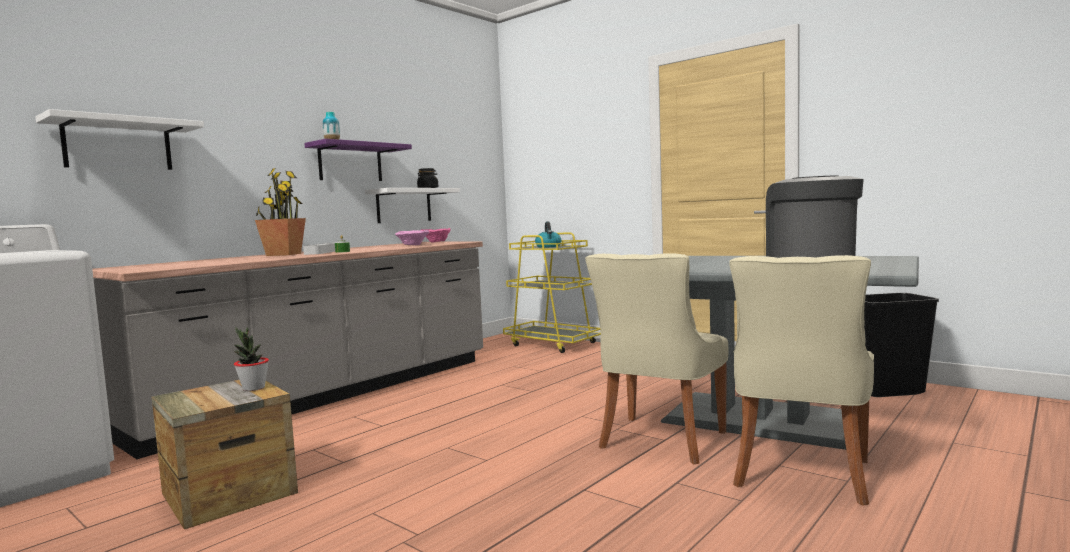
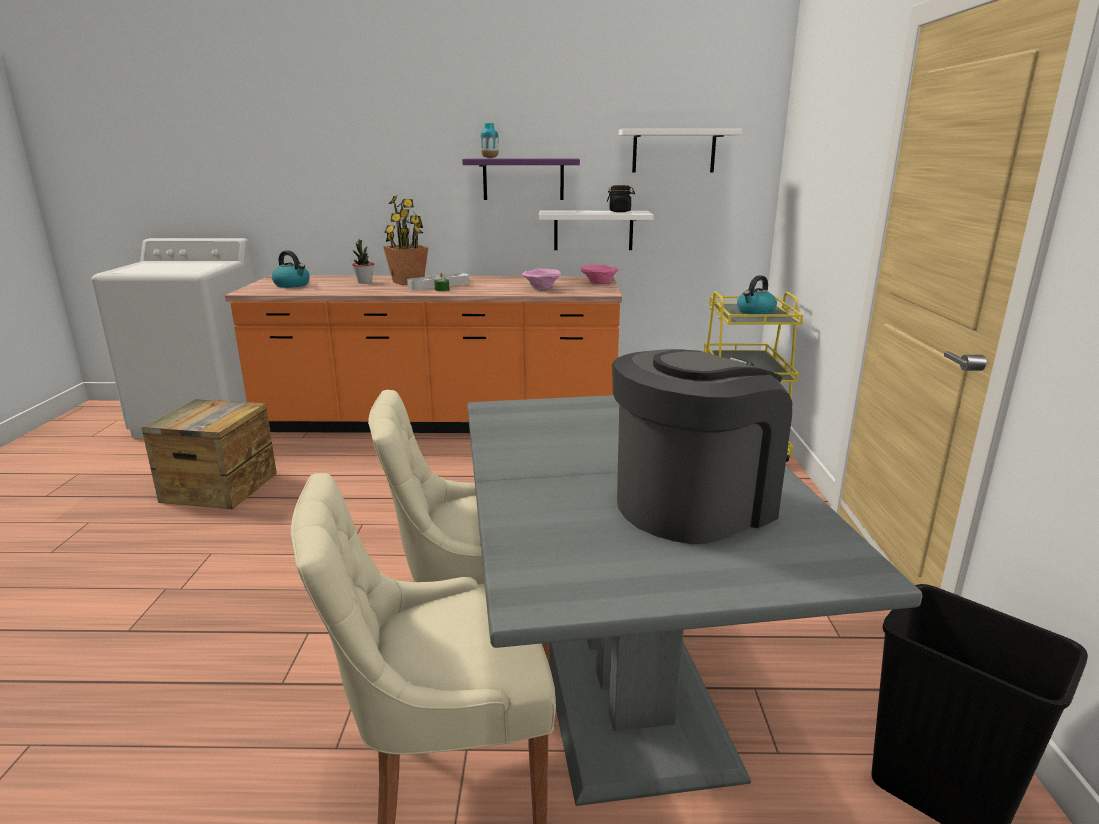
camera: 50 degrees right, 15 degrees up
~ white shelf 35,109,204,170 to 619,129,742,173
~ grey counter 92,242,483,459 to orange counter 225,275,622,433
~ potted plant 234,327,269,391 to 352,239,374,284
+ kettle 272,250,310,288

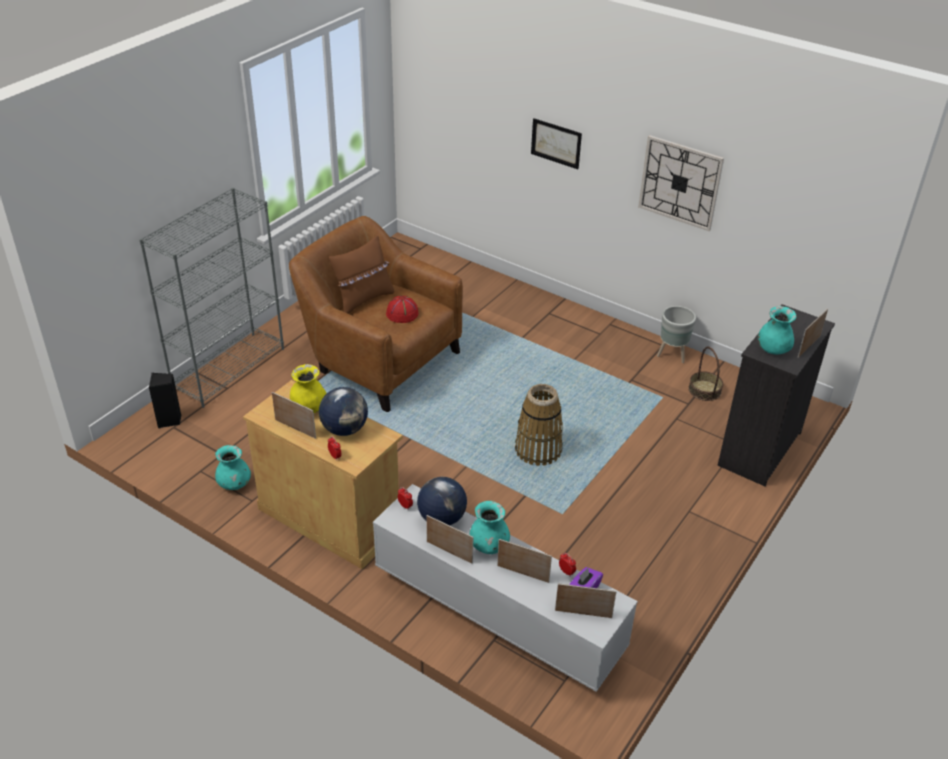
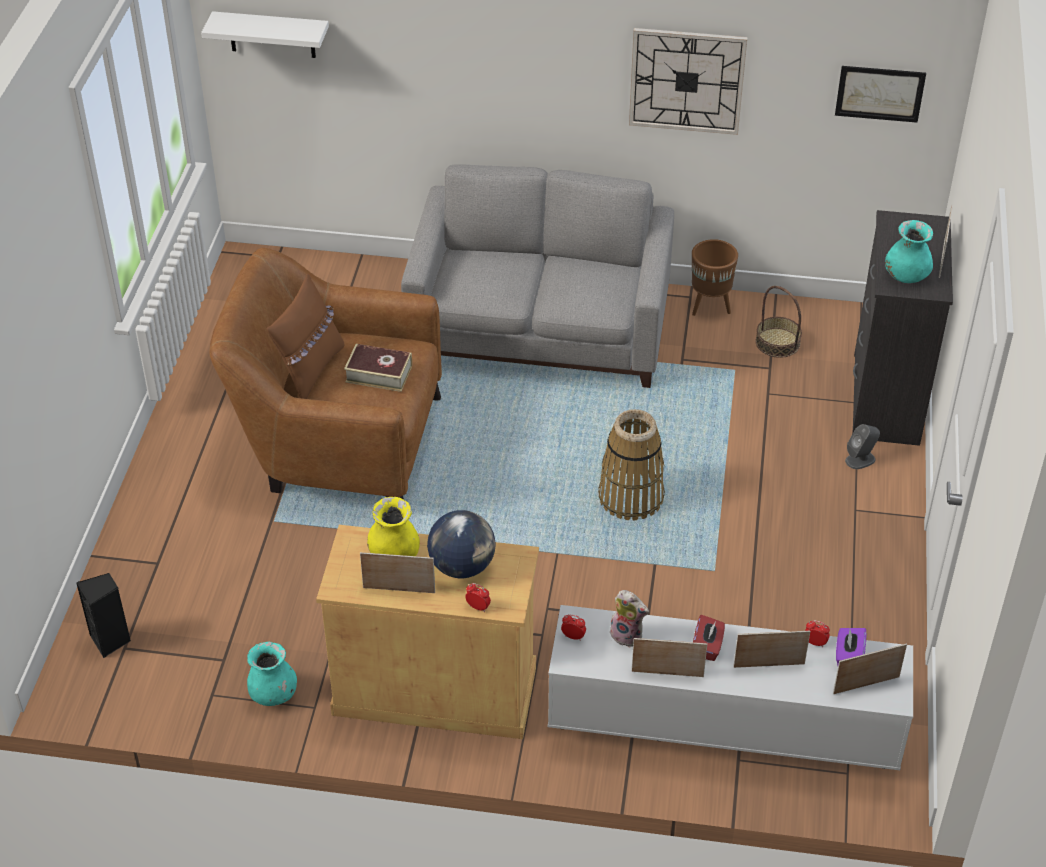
camera: 25 degrees left, 5 degrees up
- grey bookcase 139,188,284,408
~ red hat 386,296,419,323 to book 344,344,412,392
~ globe 417,477,467,525 to plush toy 610,590,649,648
~ turquoise vase 469,501,510,554 to red tissue box 693,615,725,661
~ picture 531,118,582,169 to 835,66,926,123
~ grey planter 657,306,696,363 to brown planter 692,239,738,316
+ white shelf 201,11,329,58
+ grey sofa 401,164,674,388
+ grey speaker 845,424,880,469

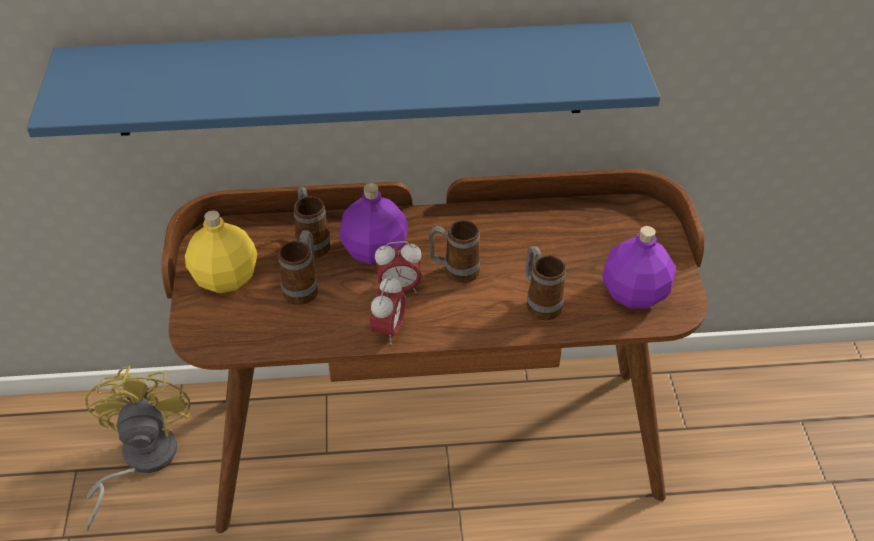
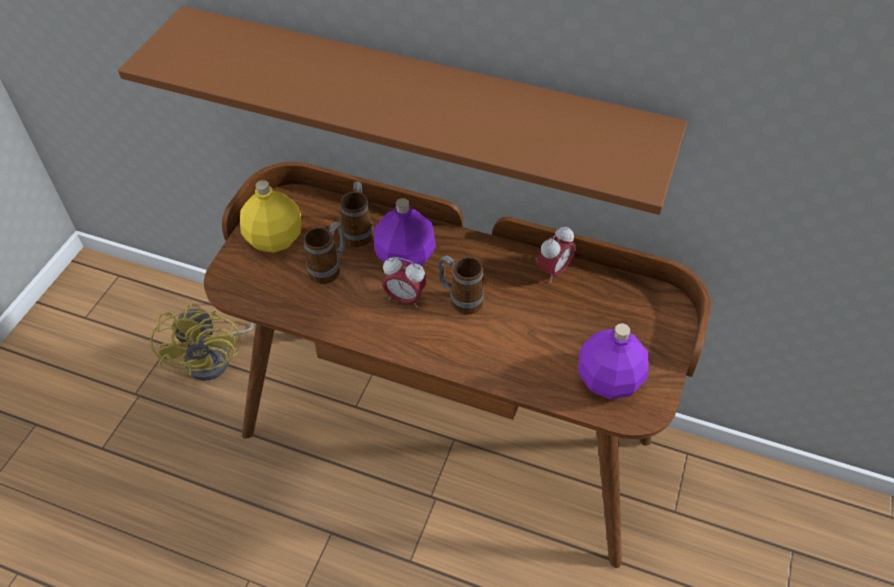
camera: 25 degrees right, 5 degrees up
~ blue shelf 27,22,660,137 to brown shelf 118,6,687,215
~ yellow fan 85,366,190,531 = 150,303,254,381 150 degrees clockwise
~ alarm clock 370,275,406,344 to 537,226,576,283
- mug 526,246,566,320

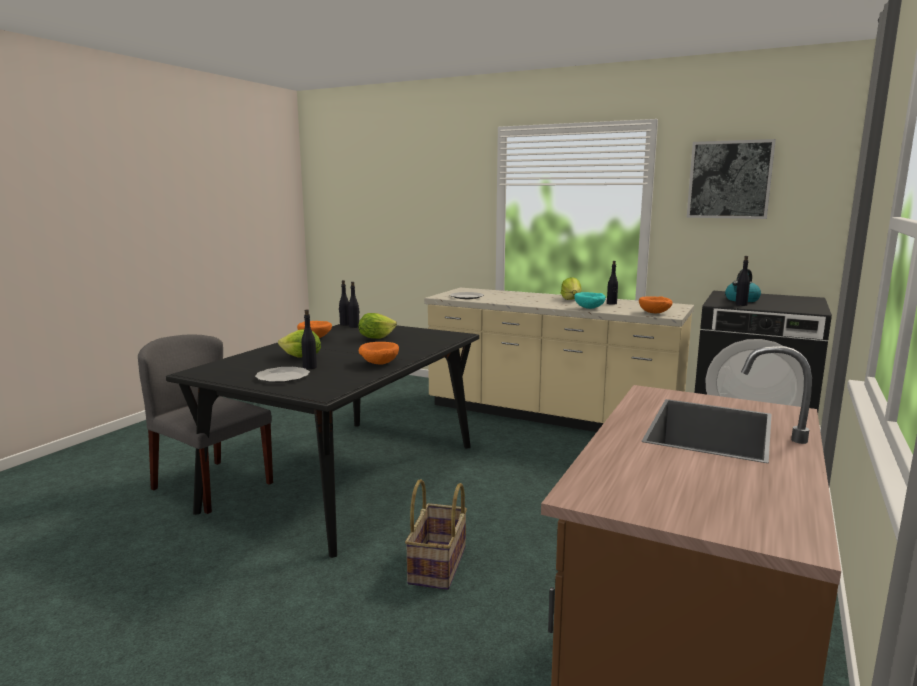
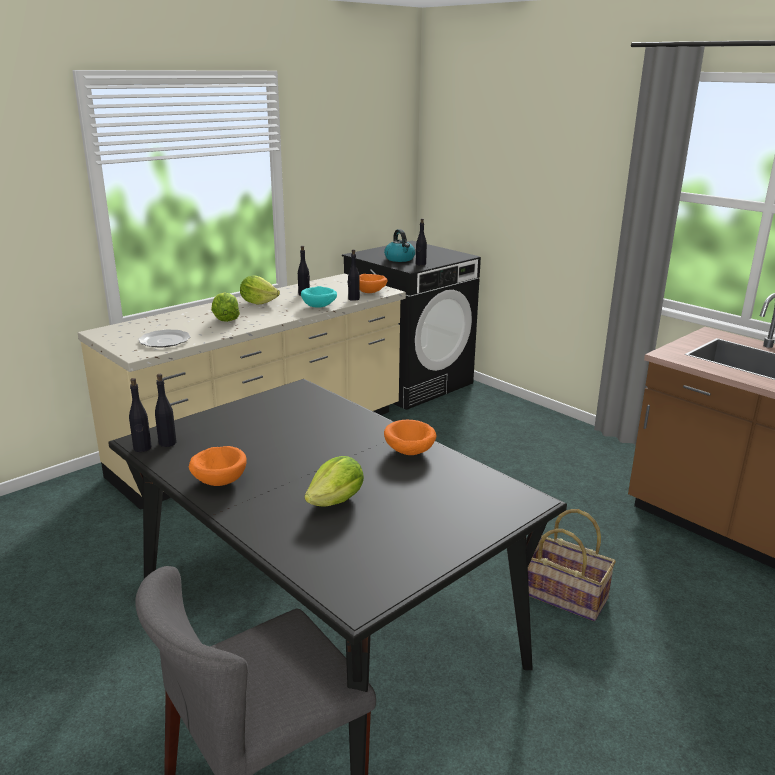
camera: 70 degrees left, 10 degrees up
- plate 255,367,310,383
~ black bottle 301,309,317,369 to 348,249,360,301
~ lettuce 358,313,397,339 to 211,293,240,322
- picture 687,139,776,219

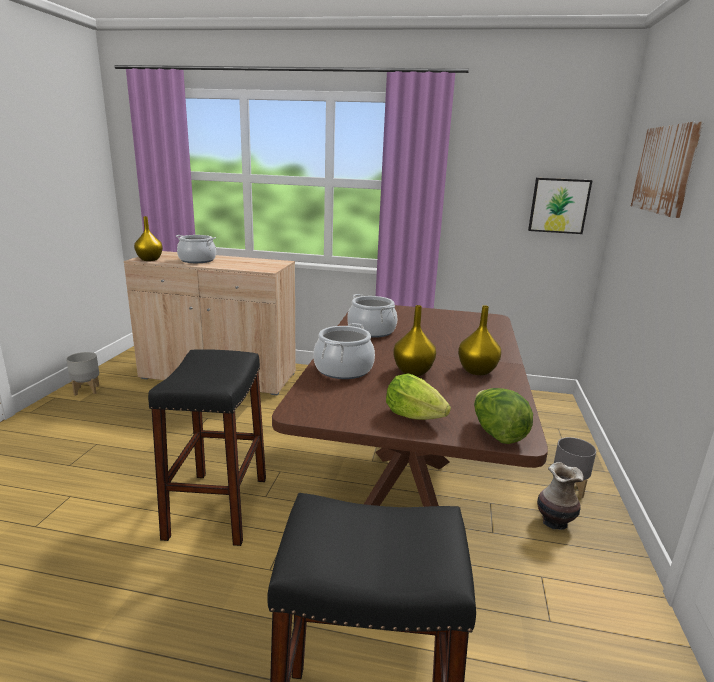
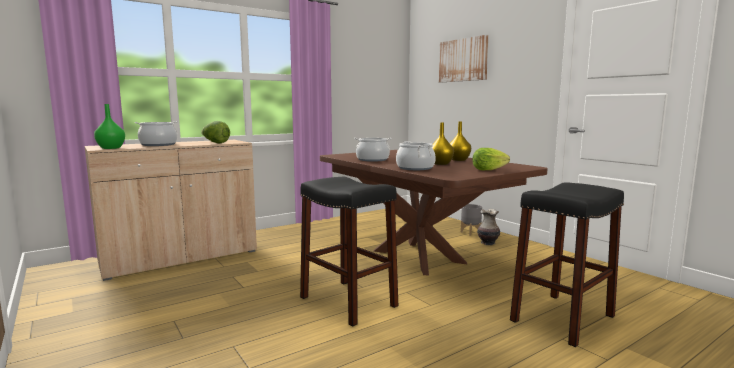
camera: 45 degrees left, 10 degrees down
- grey planter 66,352,99,396
~ yellow vase 134,216,163,261 to green vase 94,104,125,149
~ lettuce 474,388,533,444 to 201,121,230,143
- picture 528,178,593,234

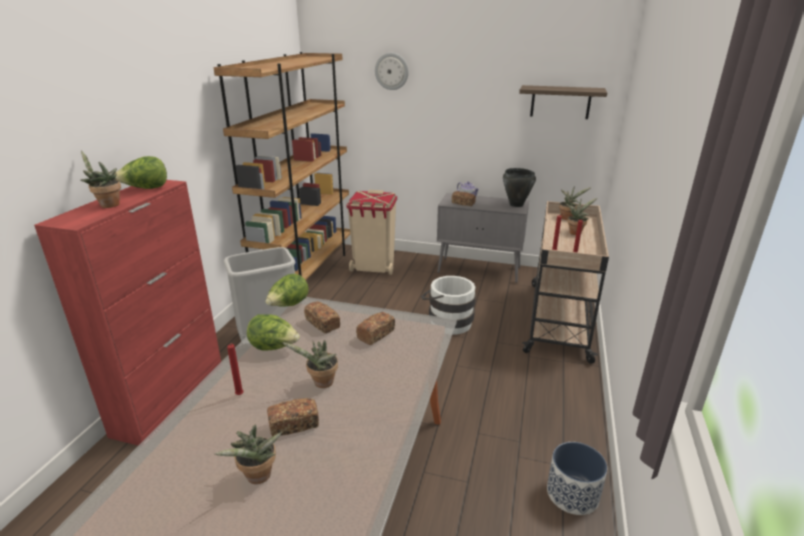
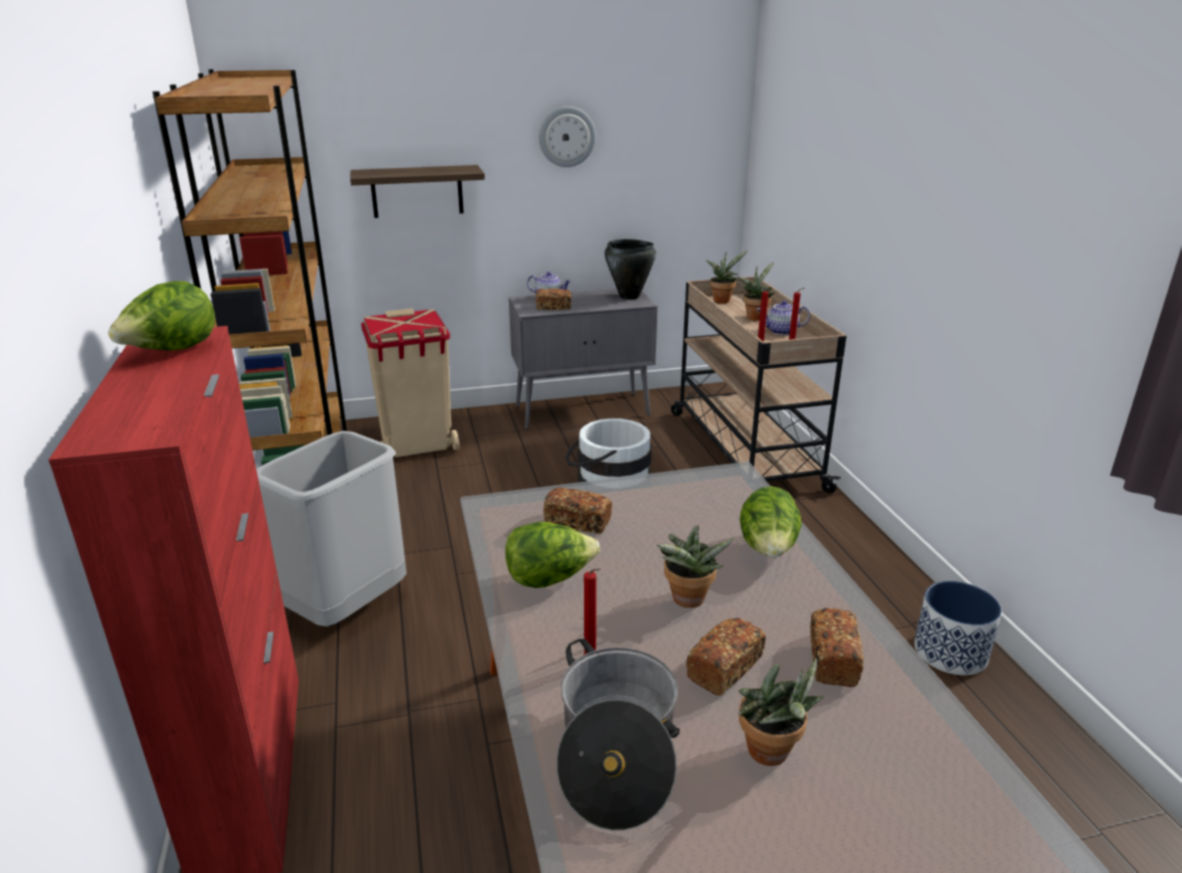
camera: 30 degrees left, 0 degrees up
- potted plant 81,150,121,208
~ lettuce 265,274,309,307 to 740,486,802,558
~ bread 356,312,395,345 to 810,608,864,687
~ wall clock 375,53,408,90 to 539,106,596,167
~ shelf 519,85,607,119 to 350,165,485,218
+ cooking pot 556,639,680,831
+ teapot 757,300,810,335

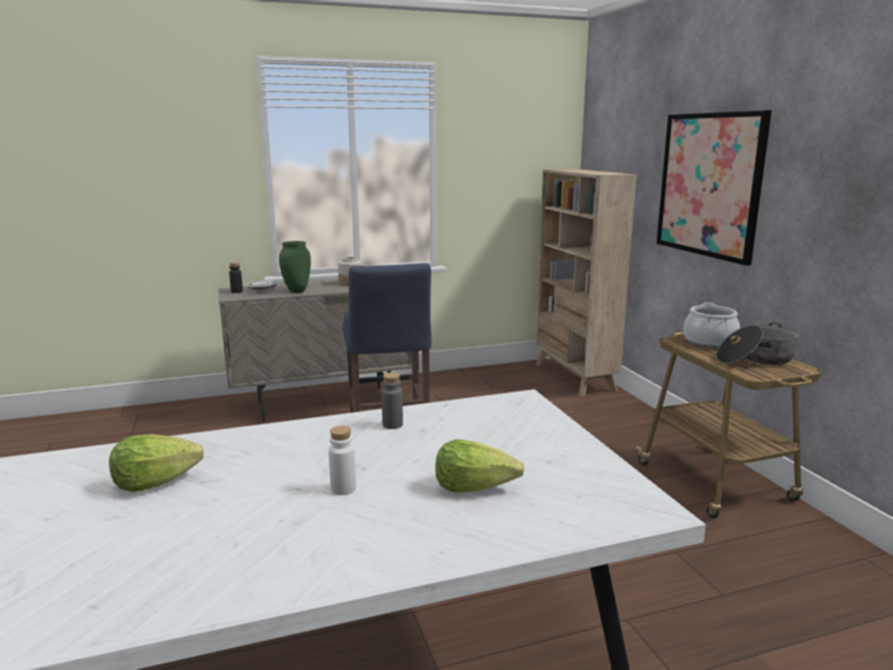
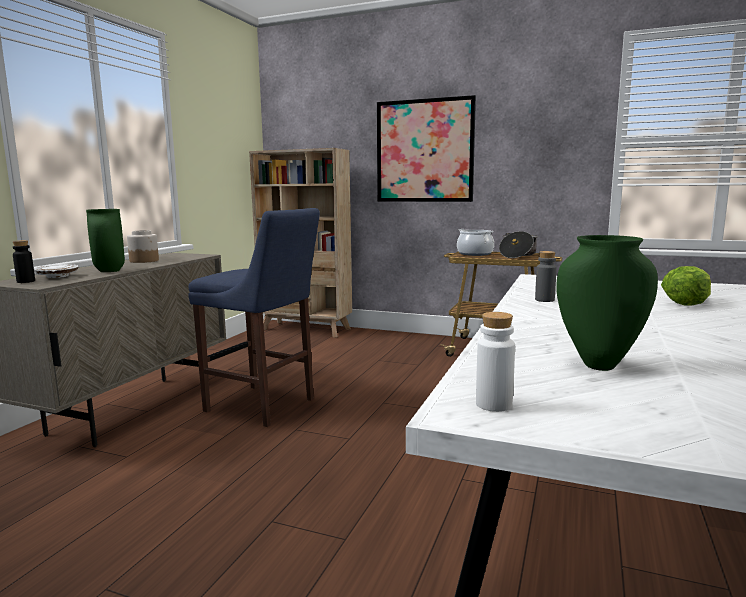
camera: 50 degrees left, 5 degrees down
~ lettuce 109,434,204,492 to green vase 556,235,658,371
~ white bottle 329,426,356,495 to 476,312,515,412

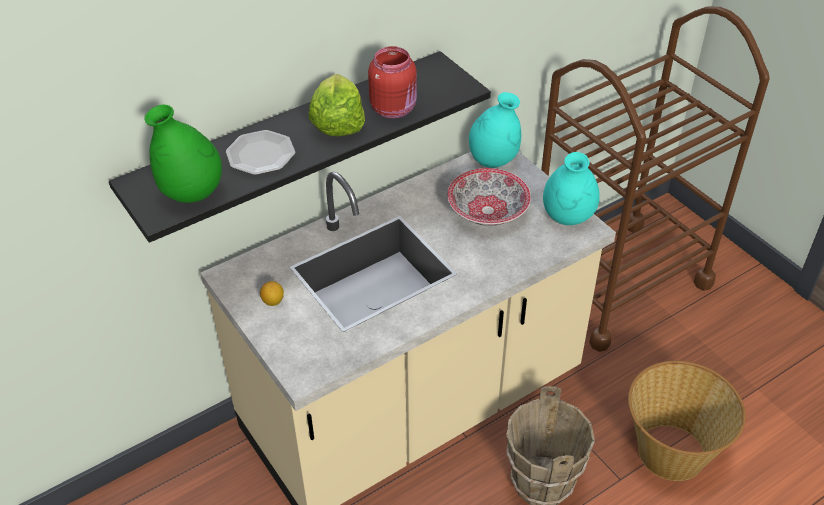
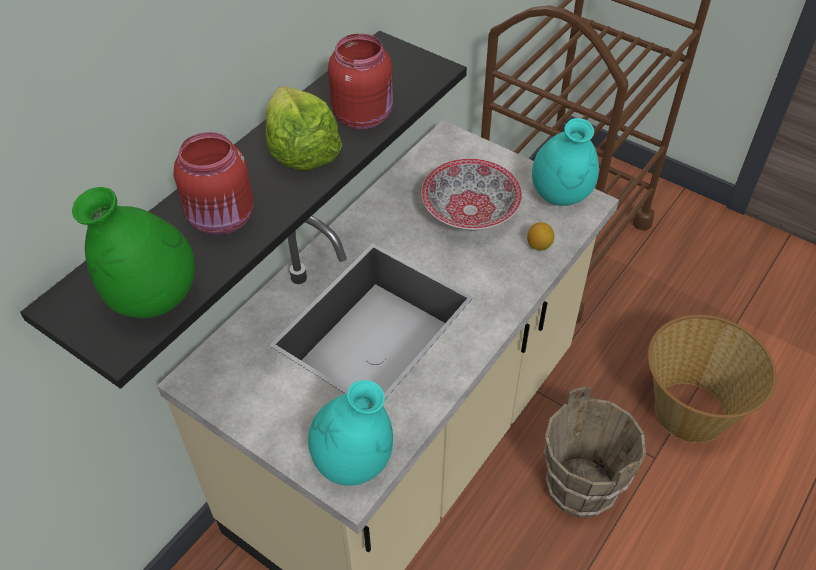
camera: 20 degrees left, 5 degrees up
~ plate 226,130,295,175 to red jar 174,132,253,235
~ lemon 260,281,284,306 to 527,222,554,250
~ turquoise vase 469,92,521,168 to 308,380,393,486

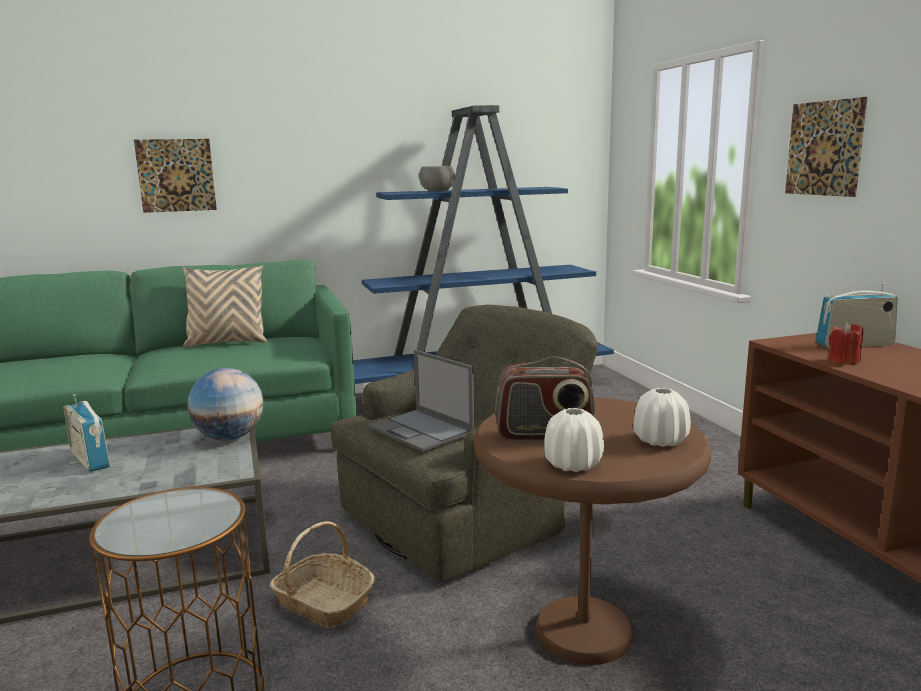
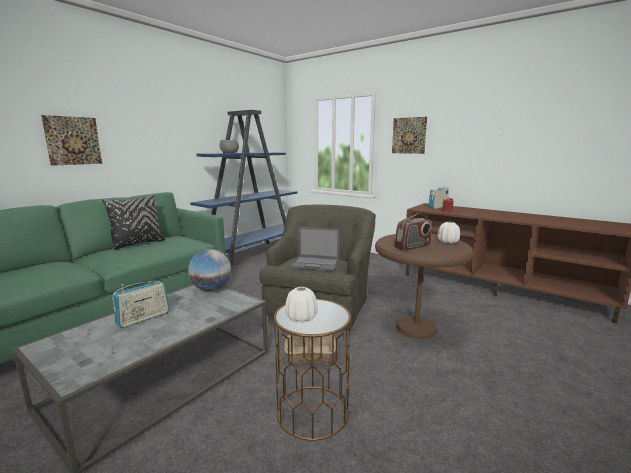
camera: 35 degrees left, 0 degrees up
~ radio 63,394,110,472 = 113,281,170,328 60 degrees counterclockwise
~ beige pillow 183,265,267,347 to black pillow 102,195,165,250
~ white vase 544,408,604,472 to 285,287,318,322

